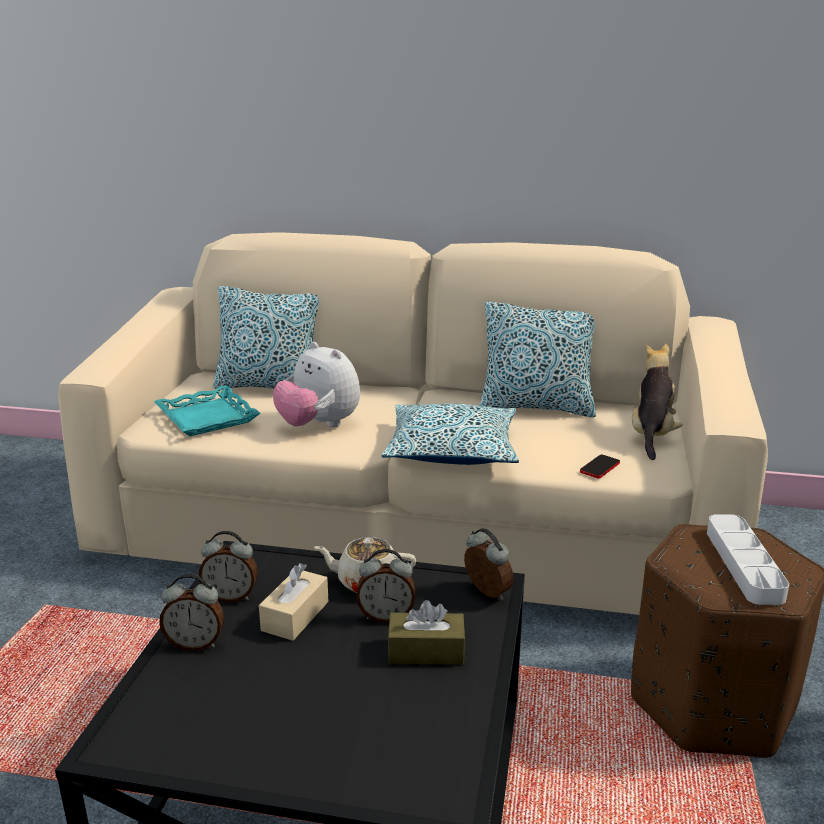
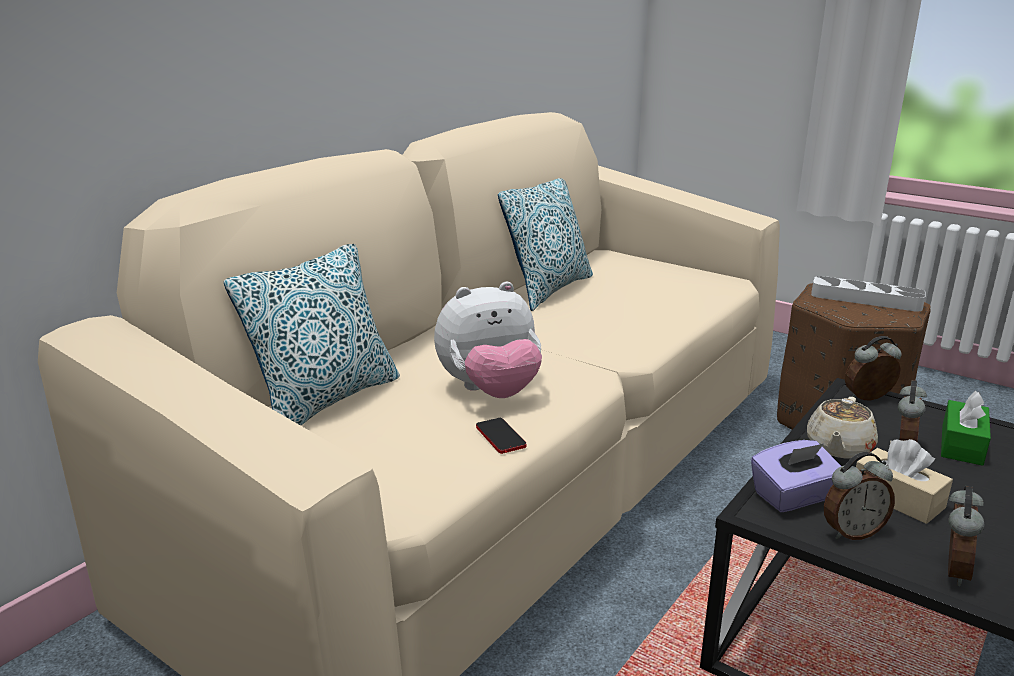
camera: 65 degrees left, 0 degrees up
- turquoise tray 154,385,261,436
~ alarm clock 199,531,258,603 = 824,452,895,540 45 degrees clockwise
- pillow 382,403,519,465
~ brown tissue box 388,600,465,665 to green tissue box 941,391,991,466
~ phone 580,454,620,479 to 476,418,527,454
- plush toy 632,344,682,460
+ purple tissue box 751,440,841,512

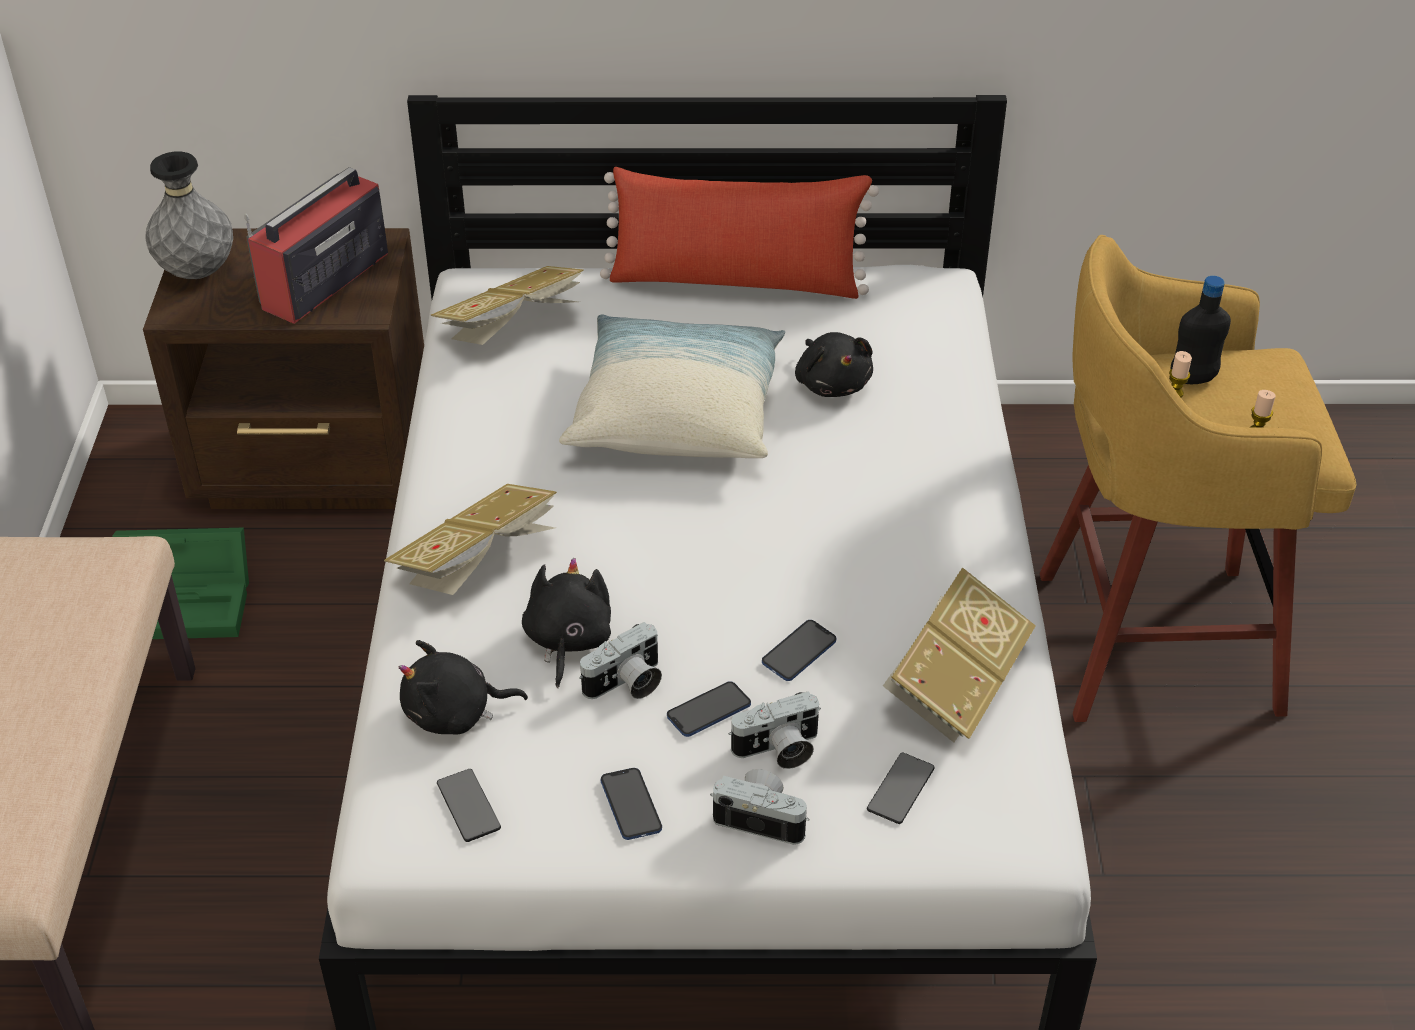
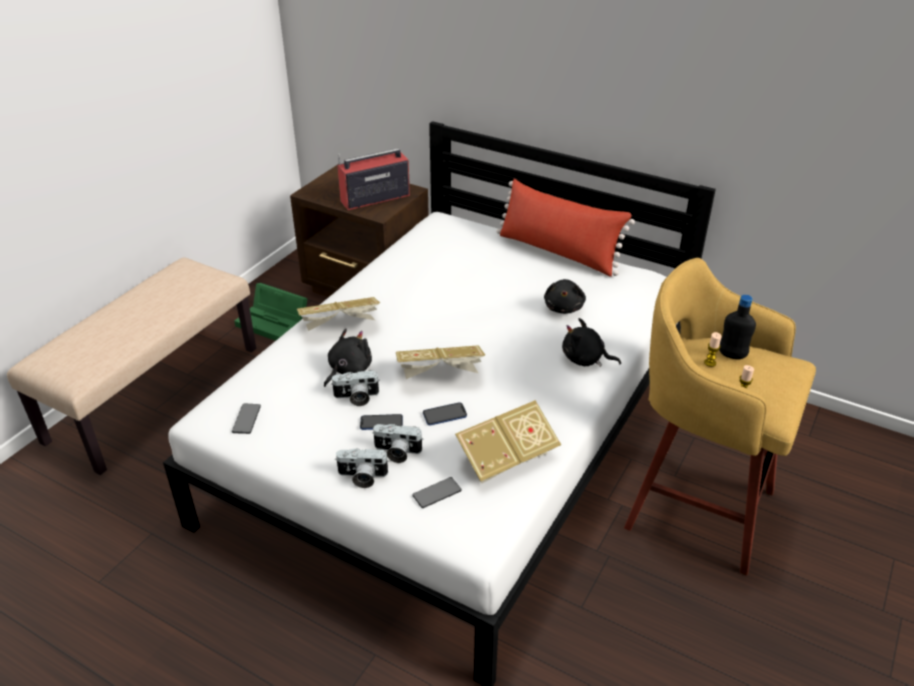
camera: 30 degrees right, 5 degrees down
- grey vase 145,152,233,279
~ black plush toy 399,640,528,735 to 562,318,621,367
~ book 431,266,584,345 to 396,345,485,379
- pillow 559,314,785,458
- phone 601,768,662,840
~ photo camera 710,769,810,845 = 335,448,389,488 135 degrees clockwise

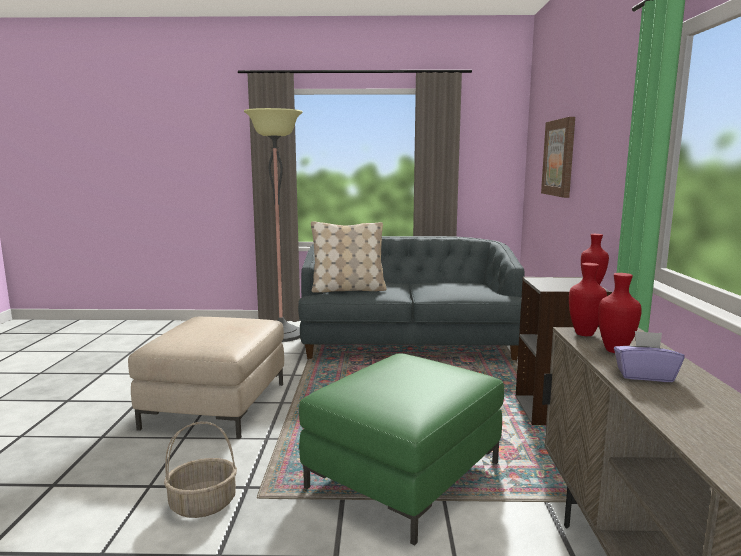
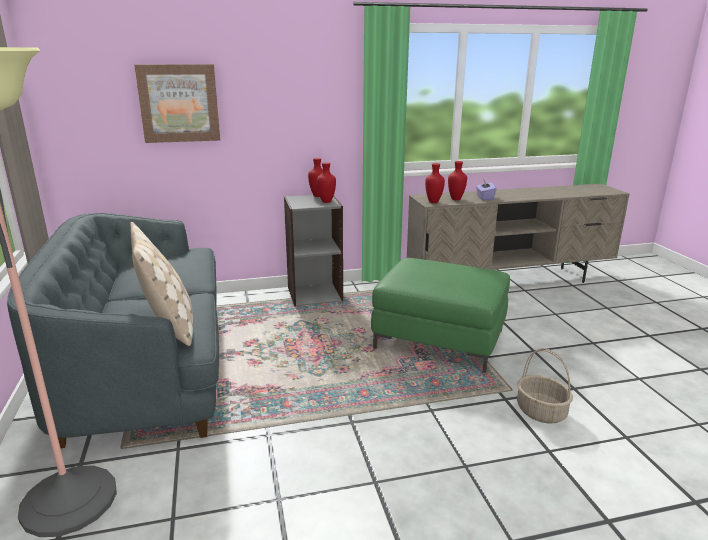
camera: 105 degrees left, 10 degrees up
- beige ottoman 128,317,284,439
+ red vase 317,162,336,203

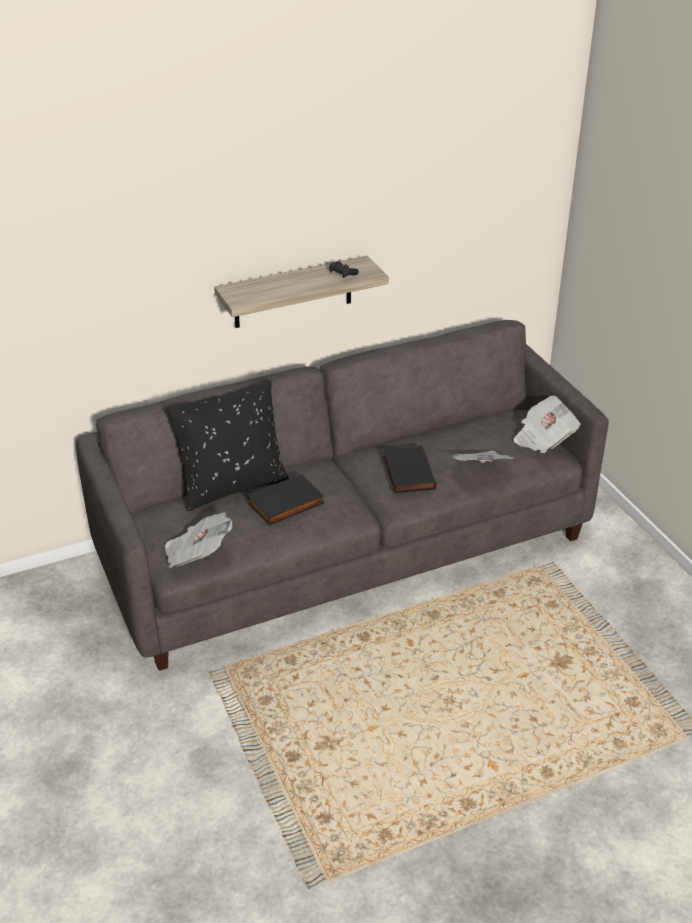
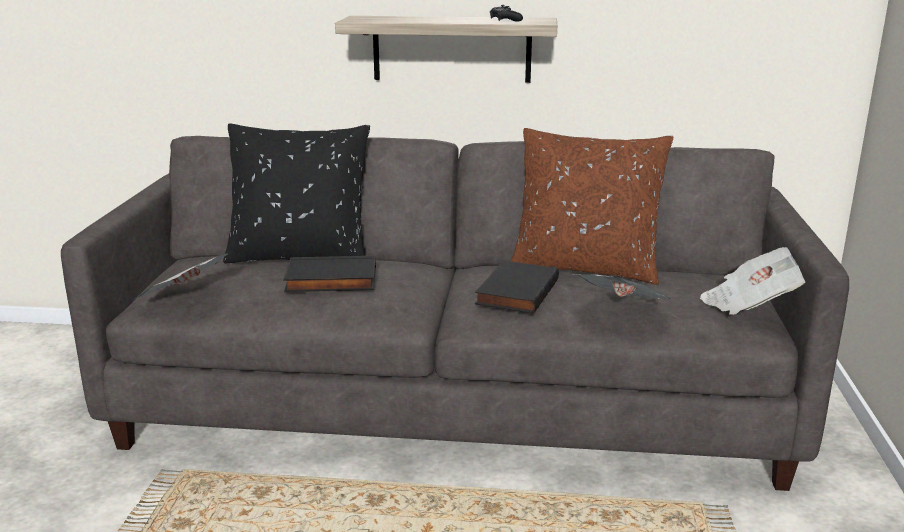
camera: 30 degrees right, 15 degrees down
+ brown pillow 511,128,673,285

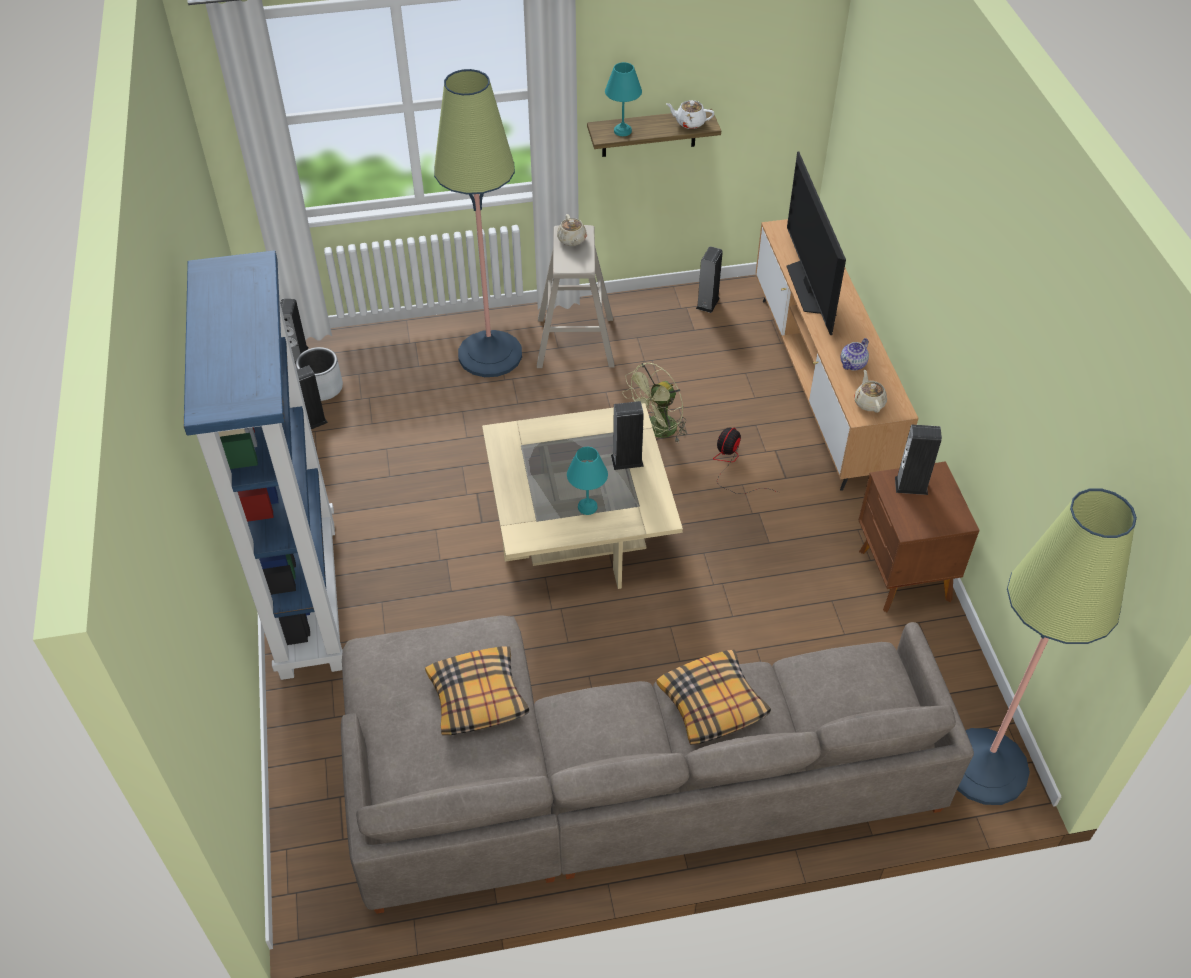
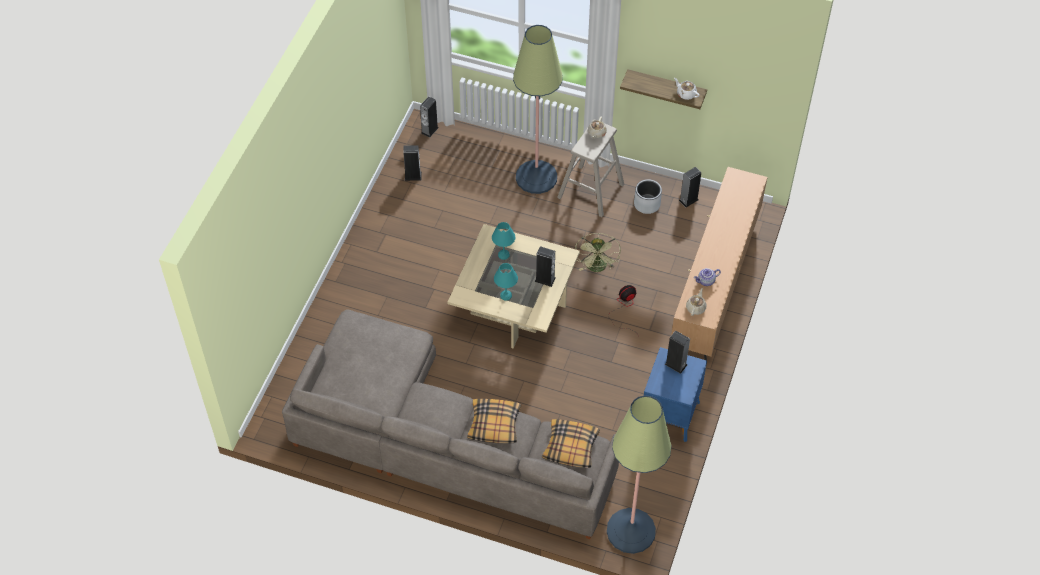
camera: 30 degrees right, 5 degrees up
- blue bookcase 184,250,343,680
~ grey planter 296,347,343,401 to 634,179,662,214
~ pillow 425,646,529,735 to 542,419,600,468
~ turquoise table lamp 605,62,642,136 to 492,222,515,260
~ green fan 622,363,687,443 = 575,233,621,272 75 degrees counterclockwise
- television 786,152,846,335
~ brown nightstand 858,461,980,612 to blue nightstand 644,347,707,442

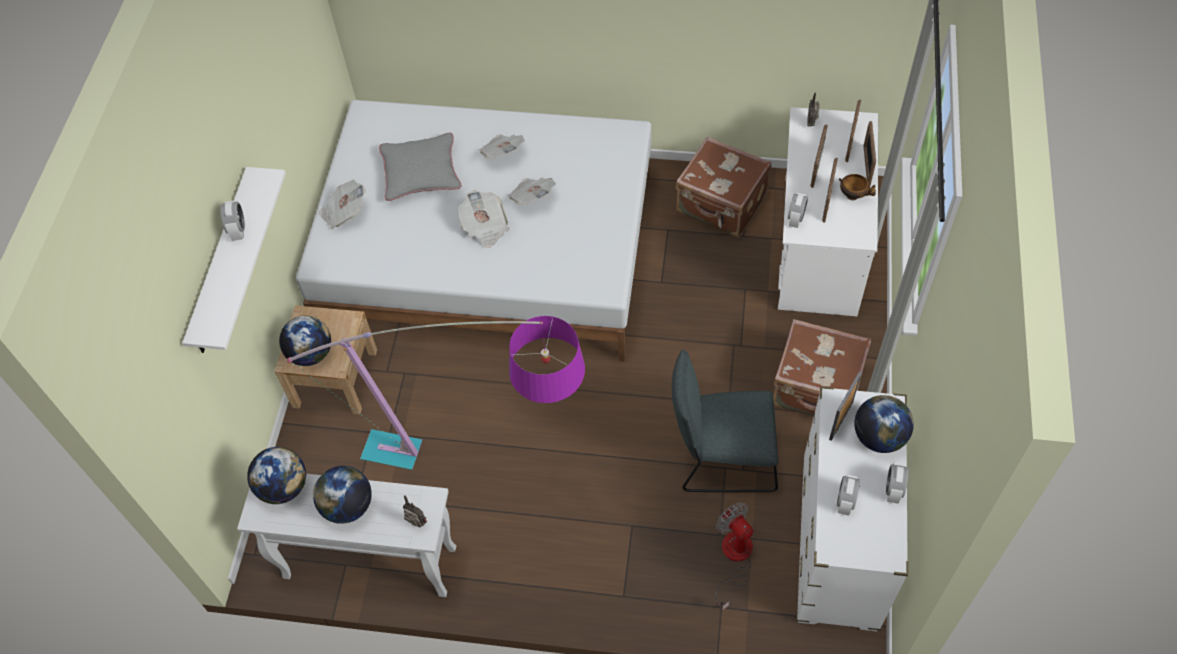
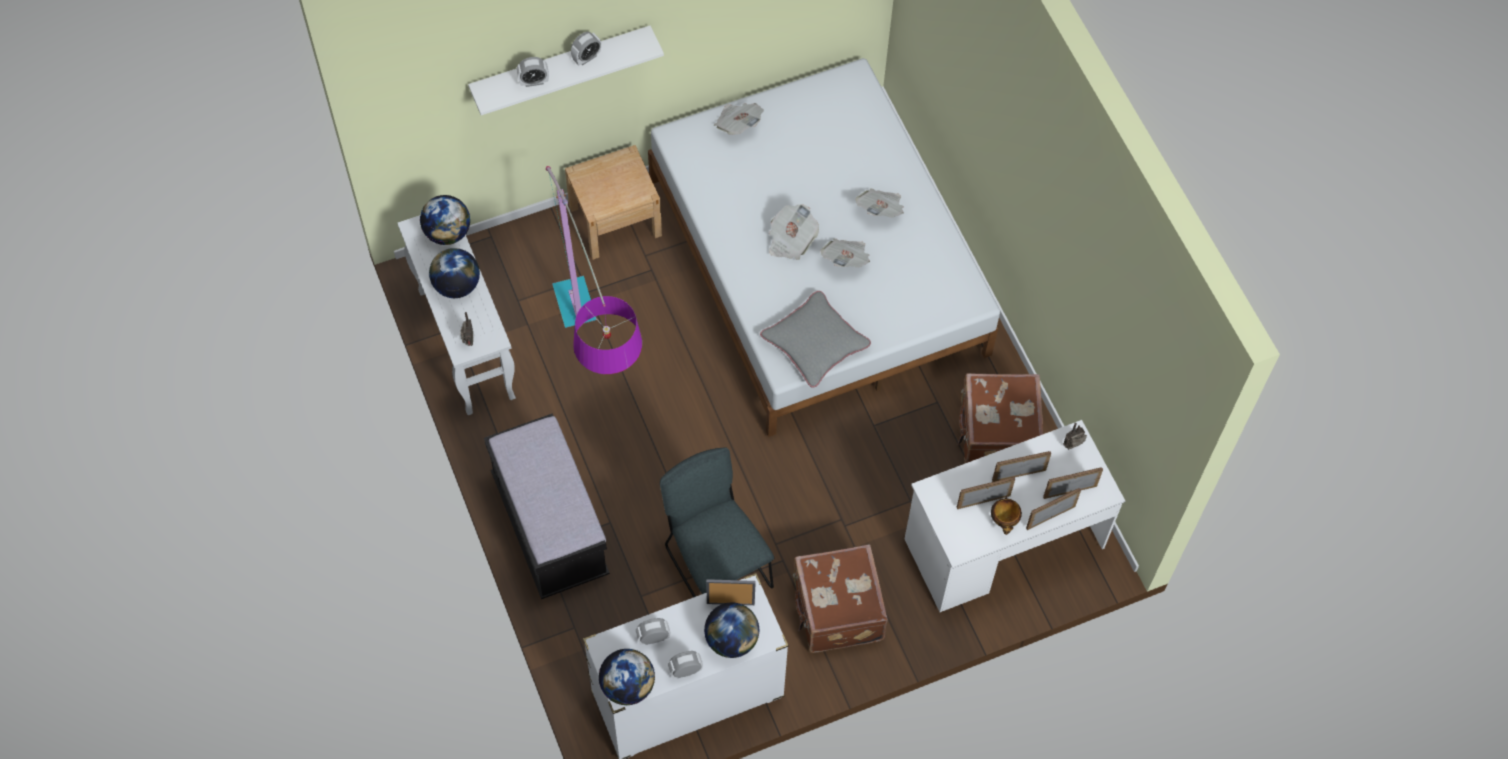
camera: 55 degrees right, 5 degrees up
~ globe 279,316,331,366 to 599,649,655,705
~ grey pillow 379,133,461,201 to 760,291,871,387
- fan 715,502,753,610
~ alarm clock 788,193,808,228 to 517,57,549,87
+ black bench 484,414,610,599

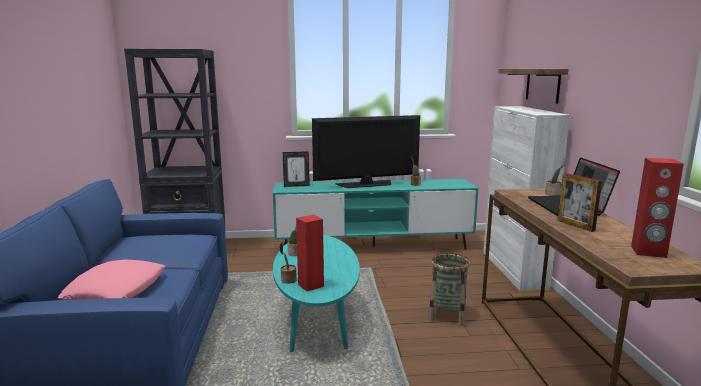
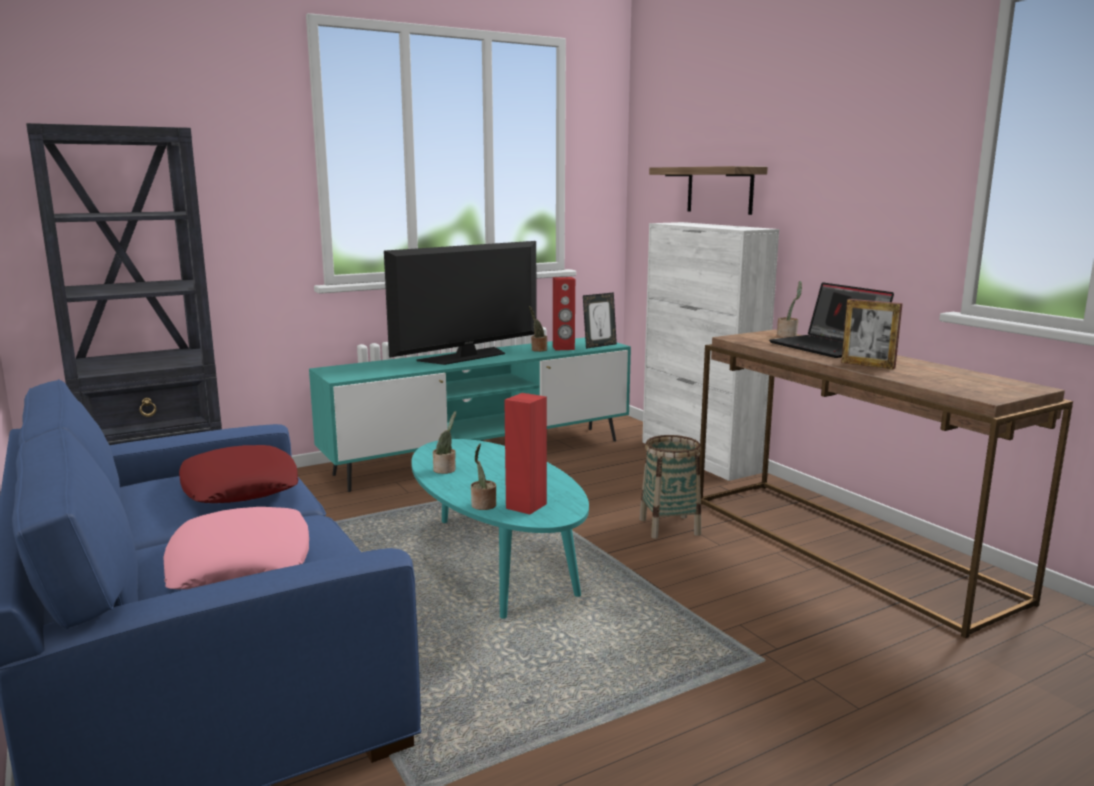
camera: 25 degrees left, 0 degrees up
~ picture frame 283,151,310,187 to 583,292,617,349
~ red speaker 631,158,684,258 to 553,277,575,351
+ red pillow 179,445,299,503

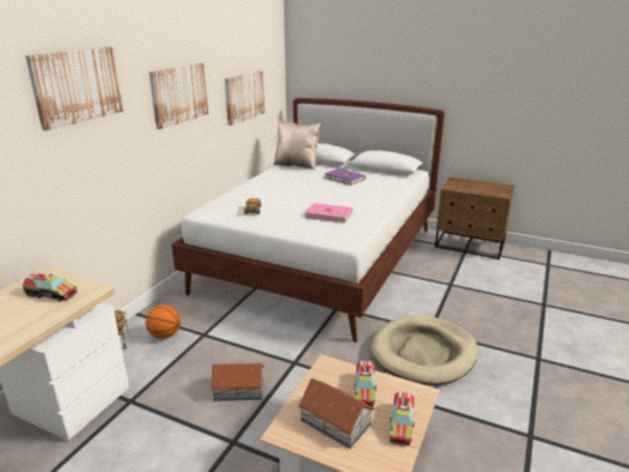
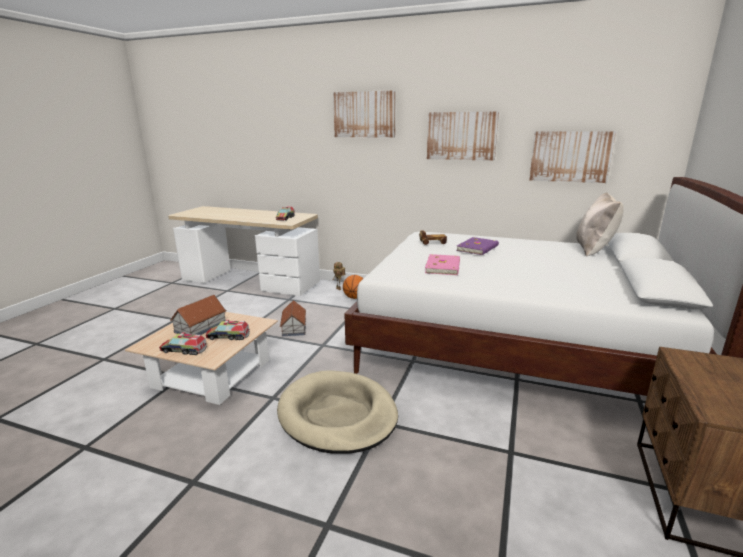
camera: 85 degrees right, 5 degrees down
~ purple book 324,168,366,185 to 456,237,499,255

